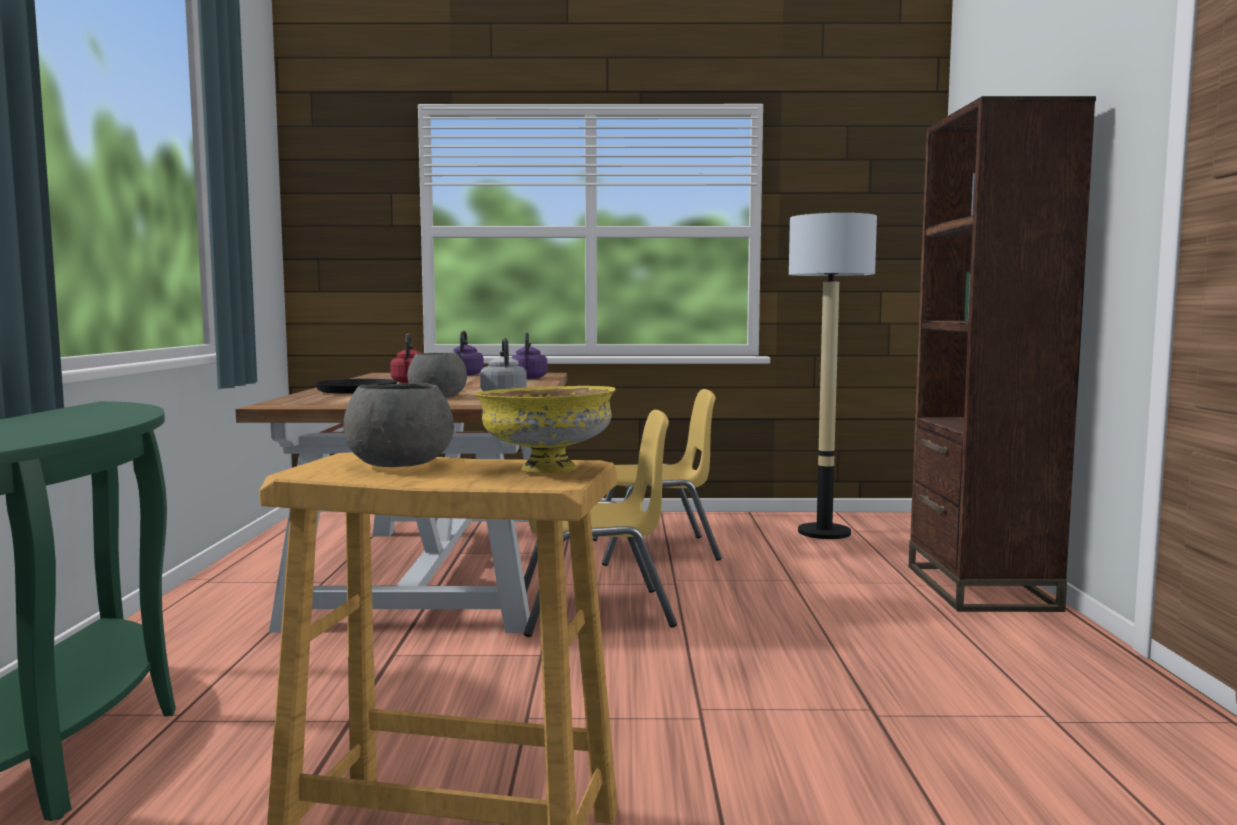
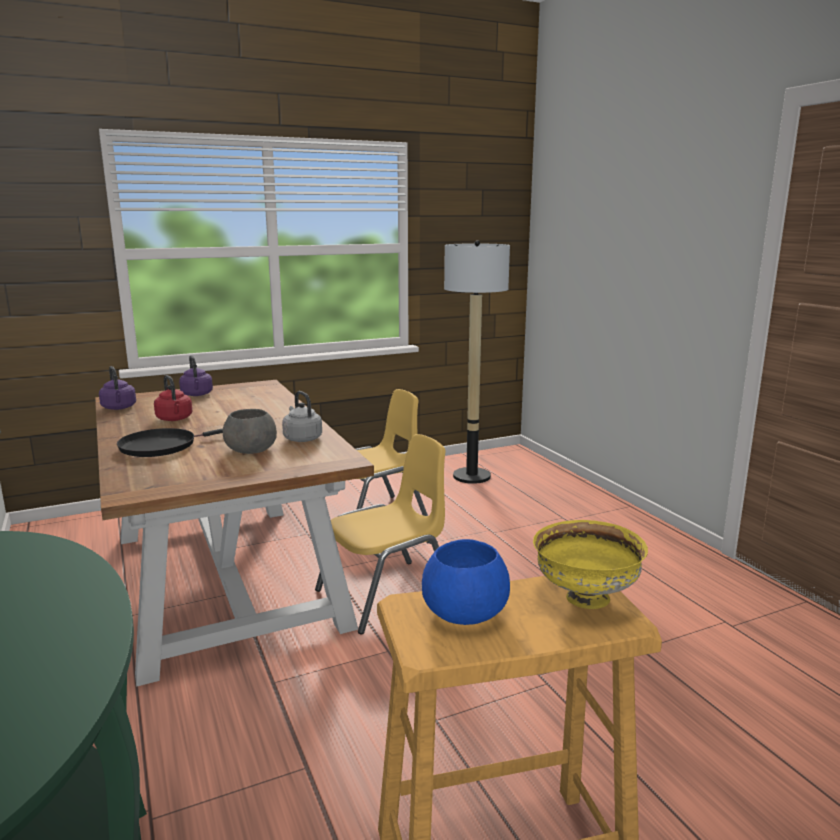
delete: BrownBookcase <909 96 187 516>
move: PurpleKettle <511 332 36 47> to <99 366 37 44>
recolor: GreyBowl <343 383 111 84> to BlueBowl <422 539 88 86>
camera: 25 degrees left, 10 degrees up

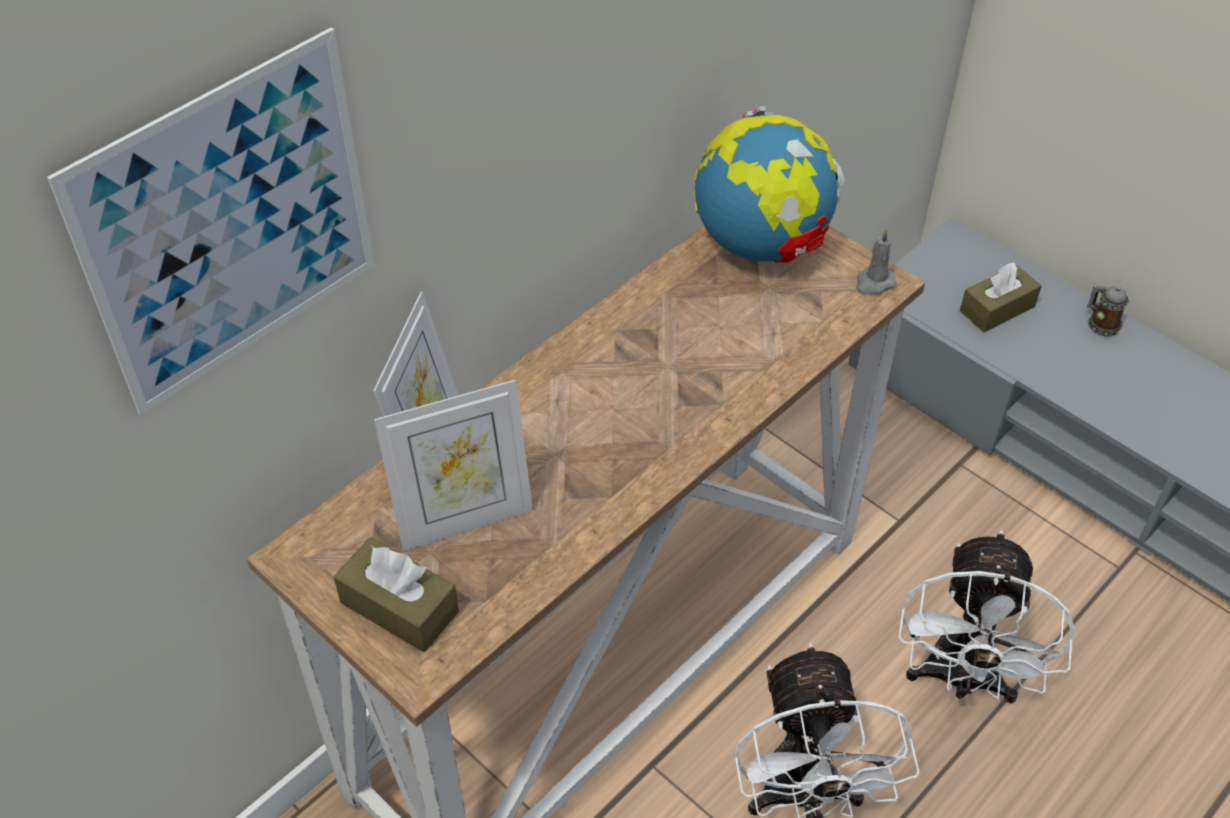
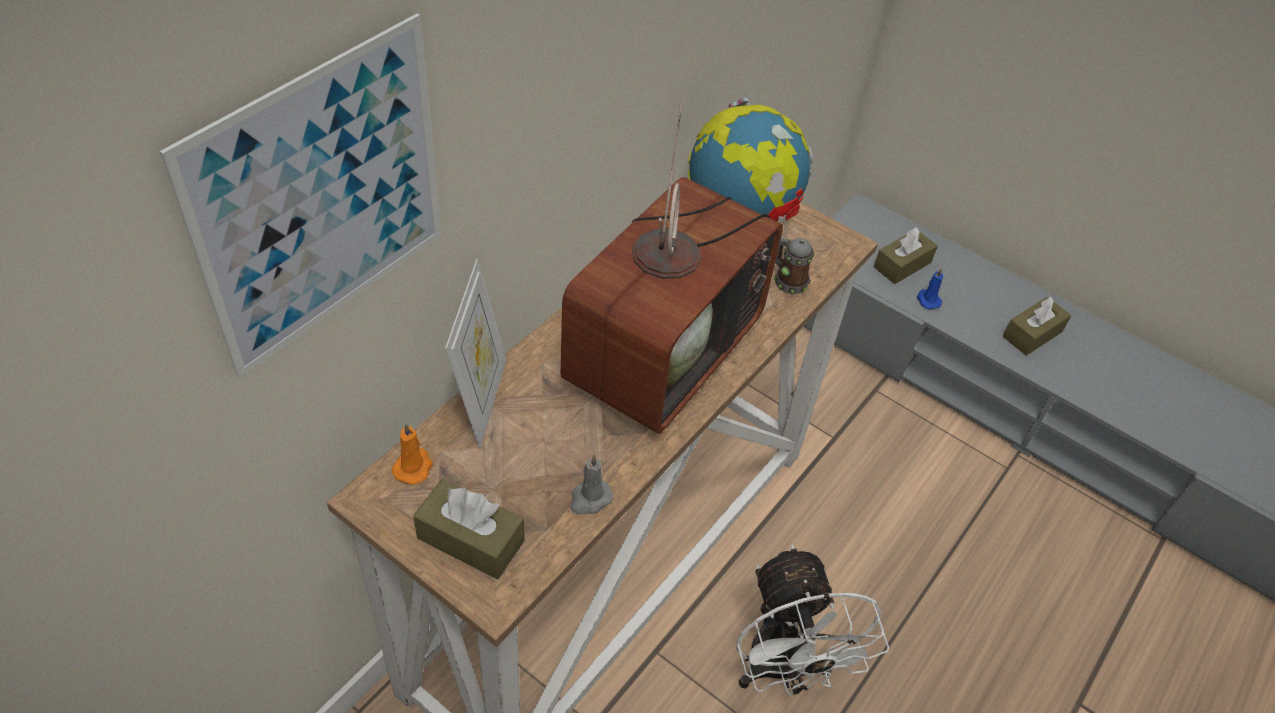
delete: PictureFrame <374 380 159 171>; WhiteFan <898 530 177 174>
insert: OrangeCandle <392 423 41 62>; Television <561 105 222 329>; BlueCandle <917 268 26 41>; BrownTissueBox <1003 297 68 59>
move: GreyCandle <856 229 41 66> to <570 455 43 59>; Mug <1086 283 43 54> to <774 237 41 57>
camera: 10 degrees left, 0 degrees up

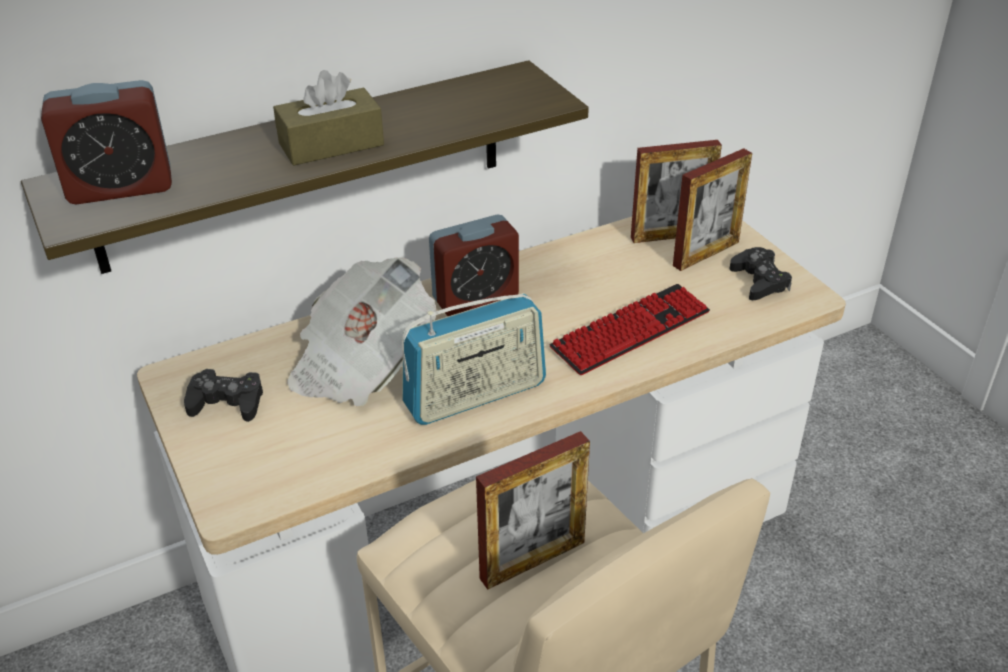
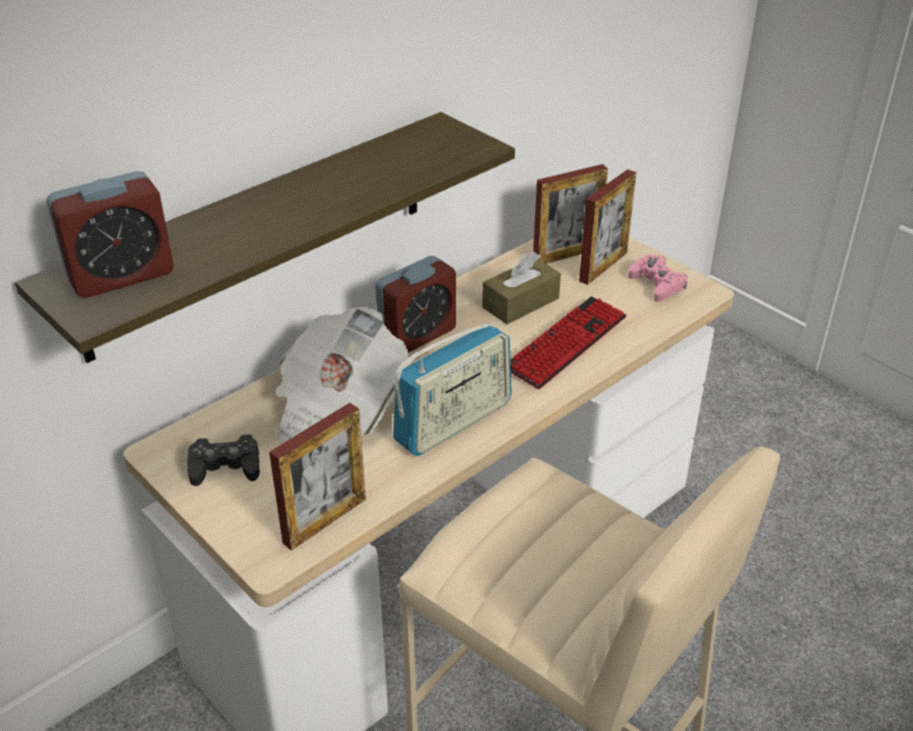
move: BrownTissueBox <273 70 111 96> to <482 252 79 72>; PictureFrame <476 431 114 159> to <269 403 97 148>
recolor: BlackGameController <729 247 63 53> to PinkGameController <628 255 59 47>
camera: 15 degrees left, 0 degrees up

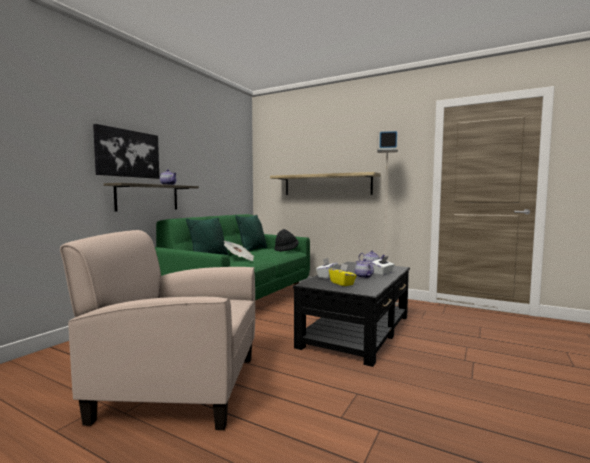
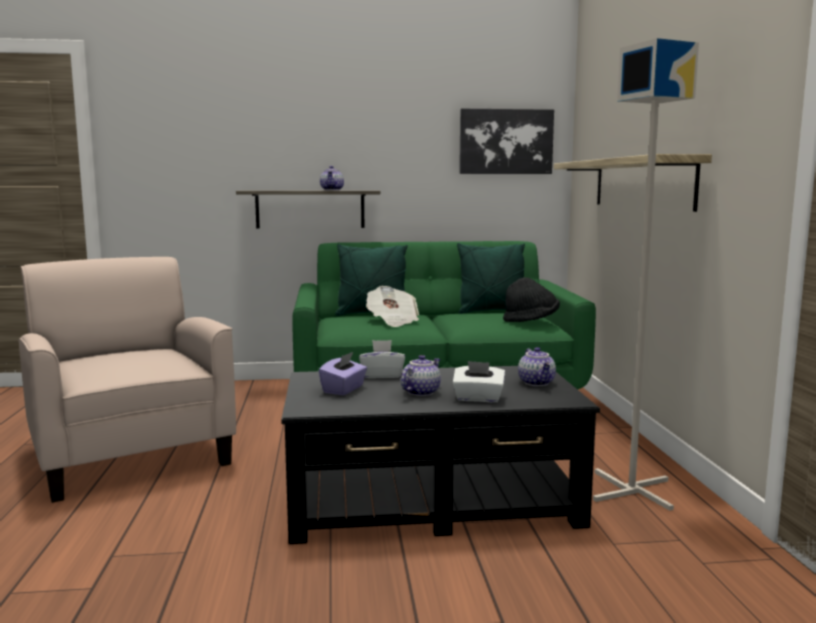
move: Picture <93 124 66 55> to <459 109 95 65>
recolor: YellowTissueBox <329 263 27 23> to PurpleTissueBox <319 351 48 44>
camera: 55 degrees right, 5 degrees up

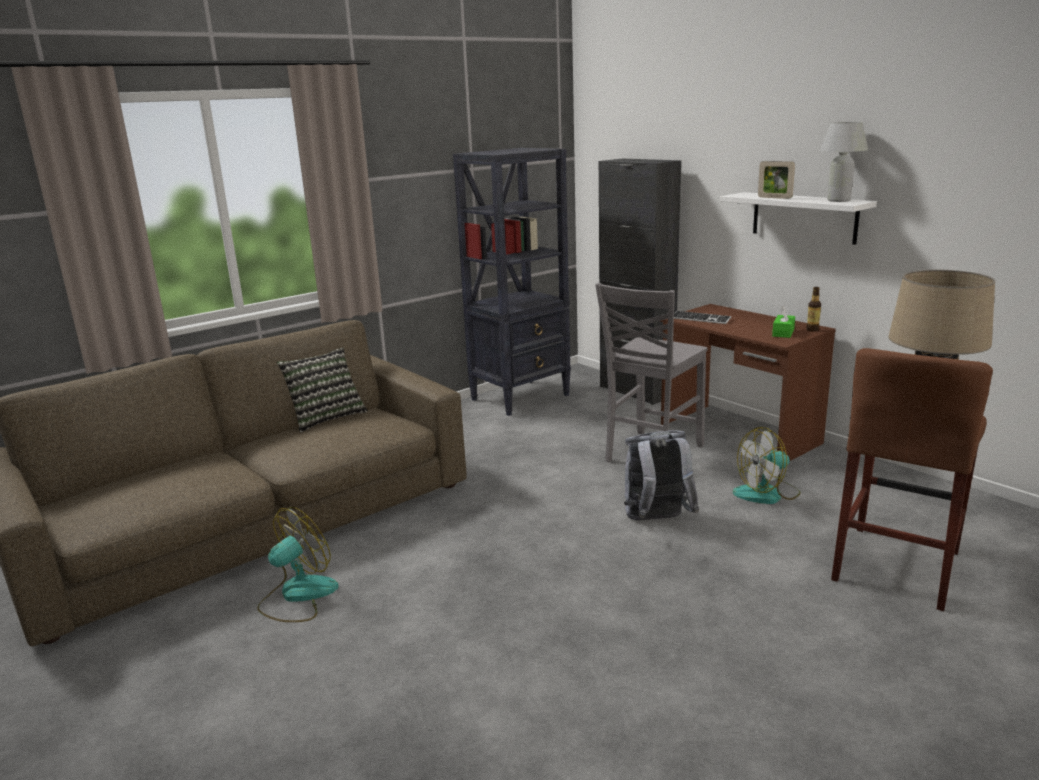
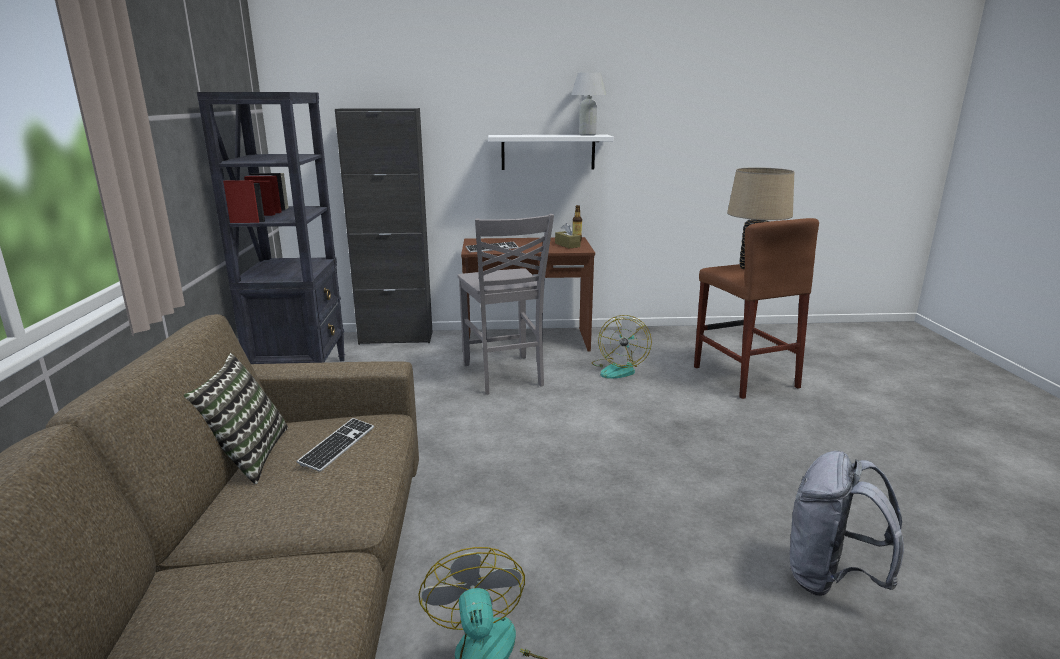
delete: PictureFrame <758 161 37 38>
insert: Keyboard <297 418 77 54>
move: GreyBackpack <624 430 75 91> to <790 451 114 145>
recolor: GreenTissueBox <772 306 23 32> to BrownTissueBox <555 223 26 26>
camera: 55 degrees left, 0 degrees up

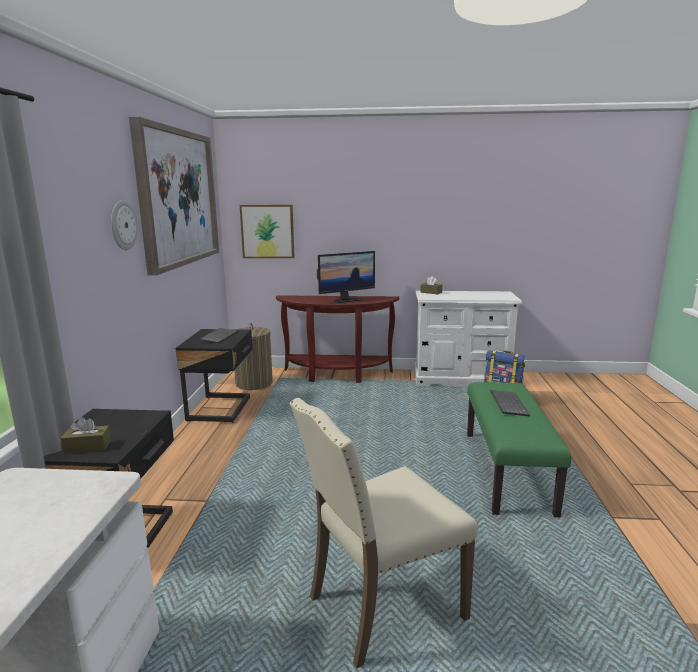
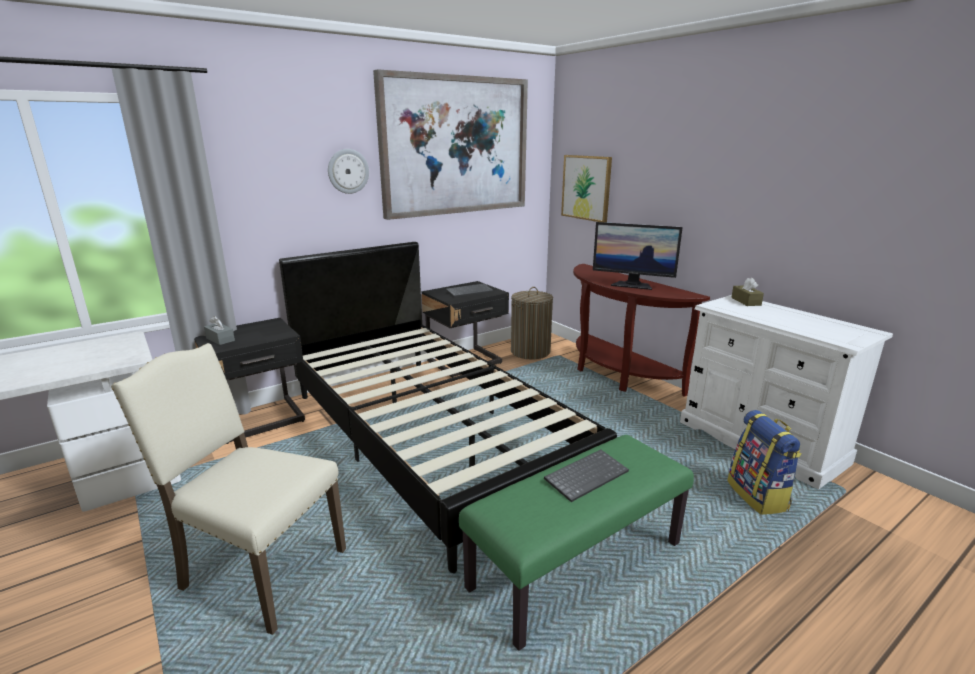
insert: BlackBed <279 242 338 331>
recolor: BrownTissueBox <60 417 51 37> to GreyTissueBox <204 316 31 29>
camera: 50 degrees right, 5 degrees up

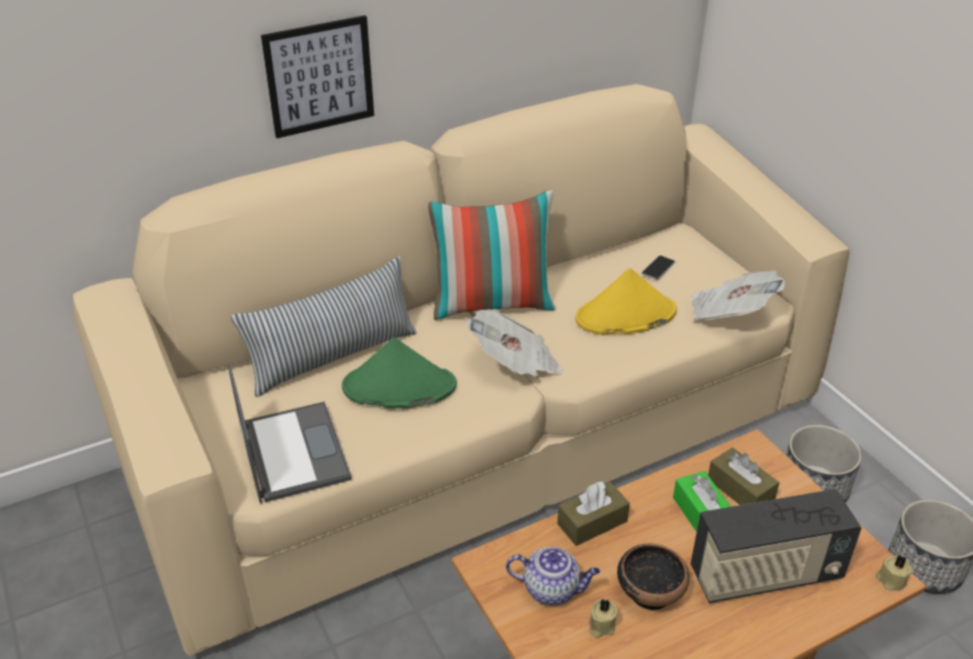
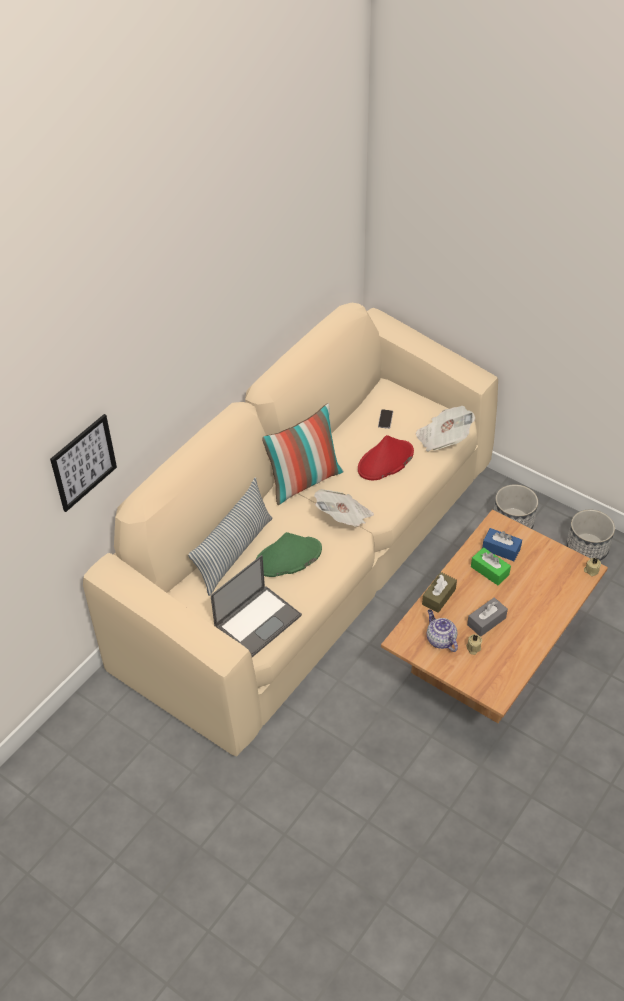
delete: Radio <691 489 171 114>
move: Picture <261 15 113 123> to <50 414 67 98>
replace: Bowl <617 543 73 68> to GreyTissueBox <467 597 41 40>
recolor: YellowHat <575 268 102 67> to RedHat <358 435 56 45>; BrownTissueBox <708 447 71 58> to BlueTissueBox <482 528 40 33>
rotate: Laptop <227 363 125 141> = <210 555 92 102> 90 degrees clockwise; Teapot <506 547 94 58> = <427 609 31 43> 105 degrees counterclockwise
camera: 25 degrees left, 10 degrees up

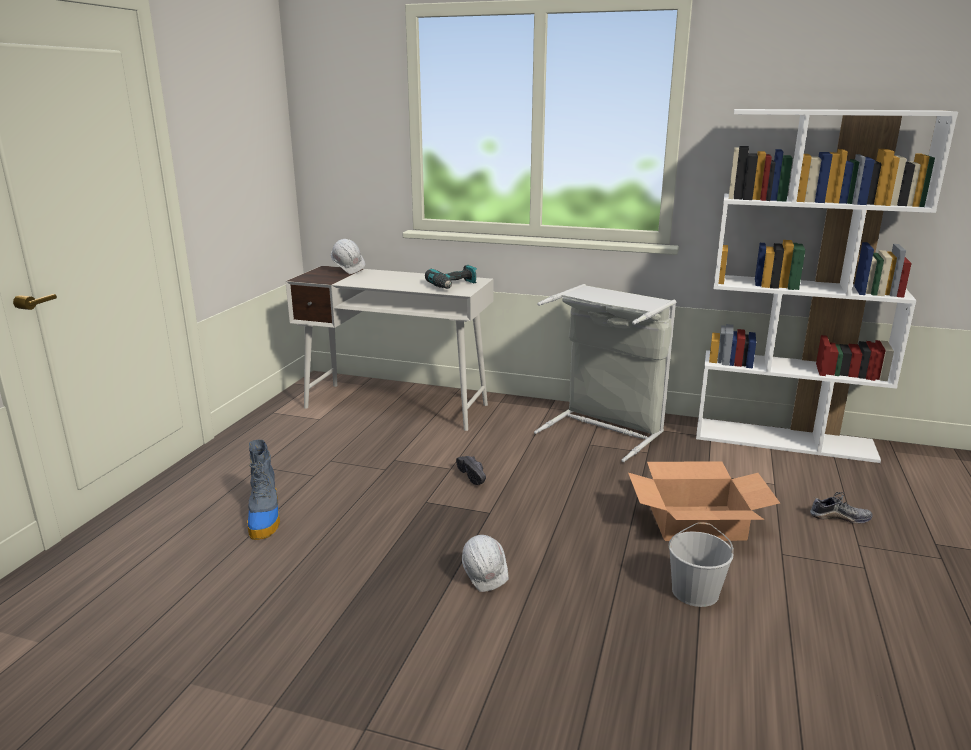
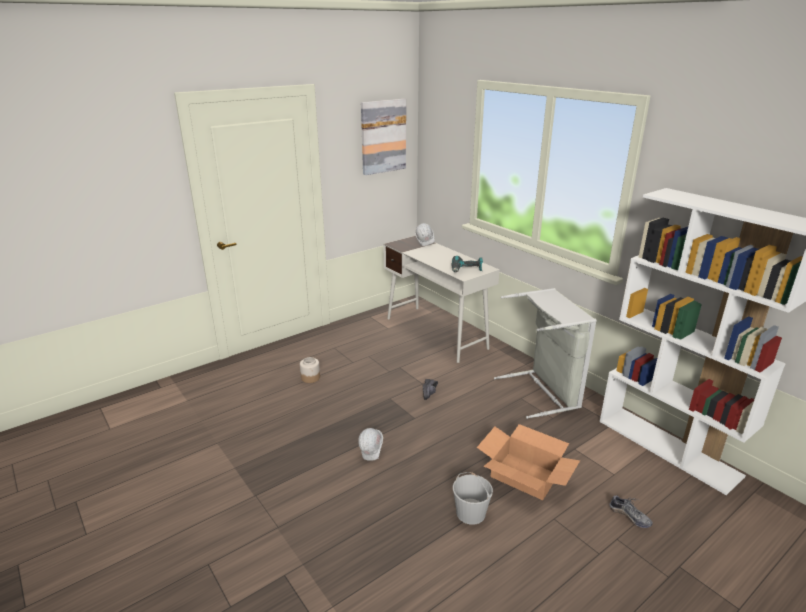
insert: Picture <361 99 45 76>
replace: Boot <247 440 33 100> to Jar <300 357 20 26>
camera: 35 degrees right, 5 degrees up

